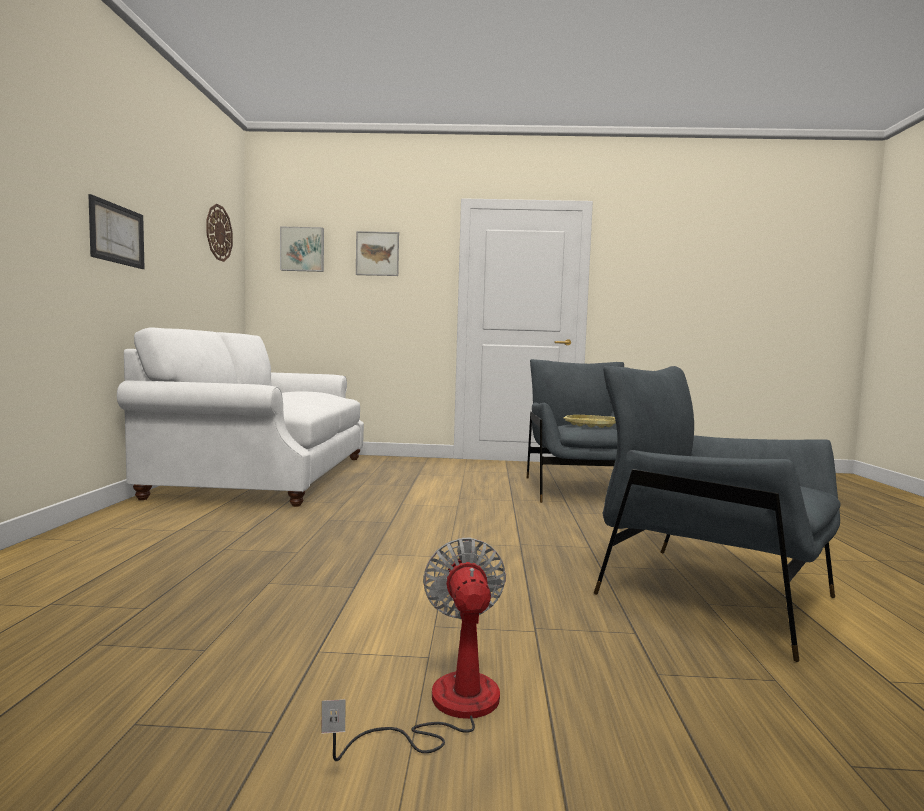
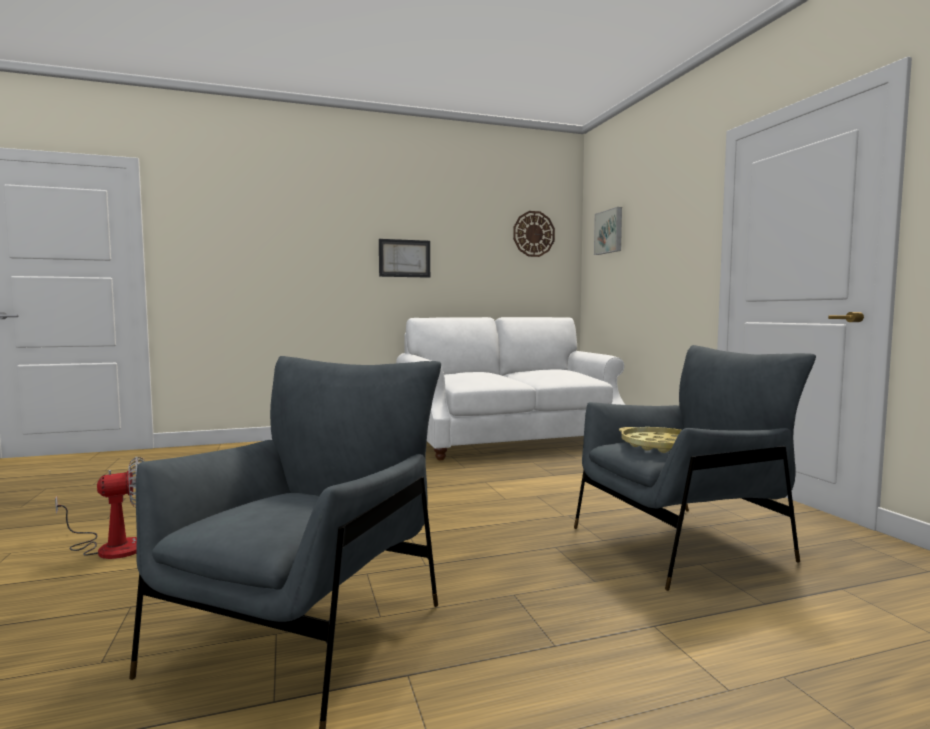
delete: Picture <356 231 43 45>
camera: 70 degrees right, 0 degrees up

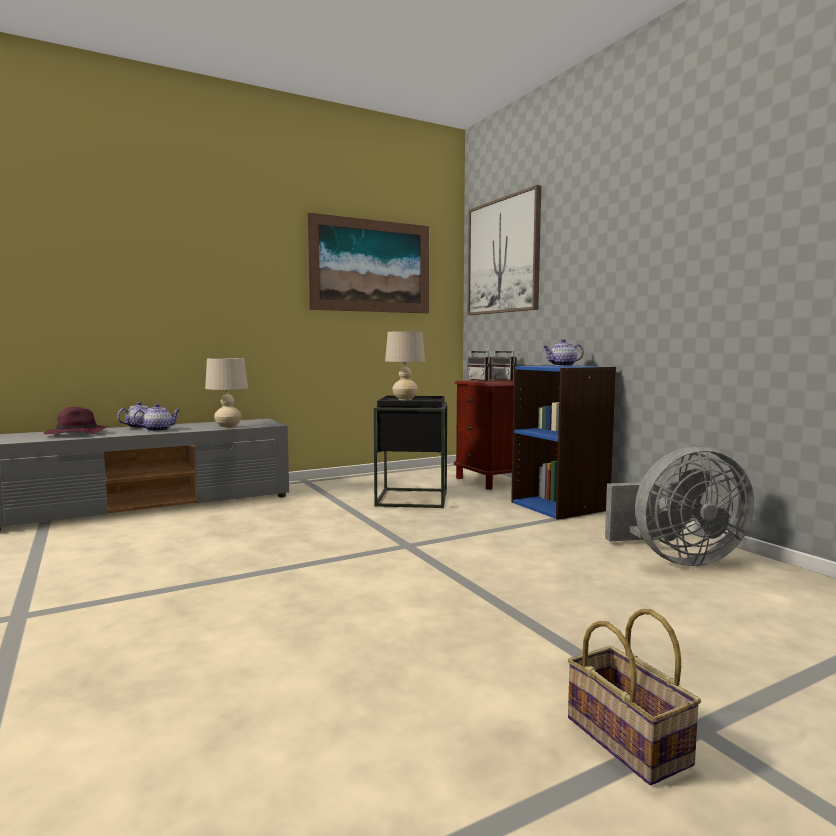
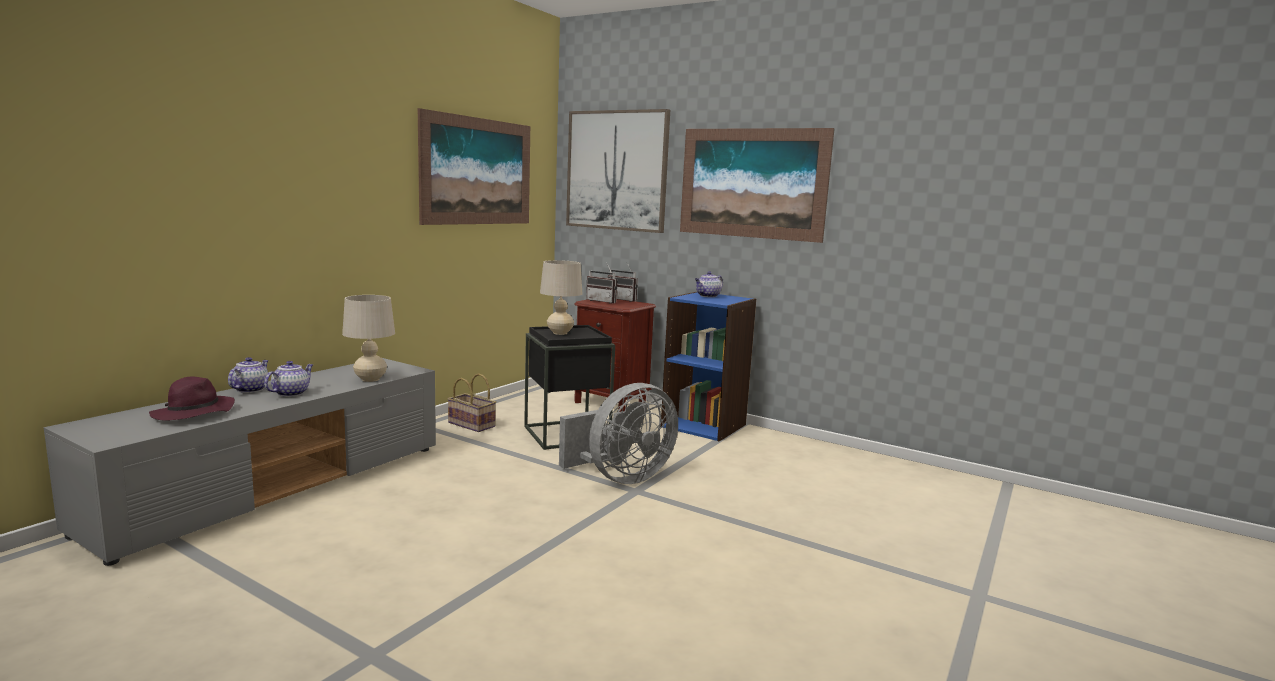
insert: Picture <680 128 155 115>
move: Basket <568 609 133 176> to <447 373 49 59>; GreyFan <605 447 149 119> to <559 383 119 101>
camera: 30 degrees left, 5 degrees up

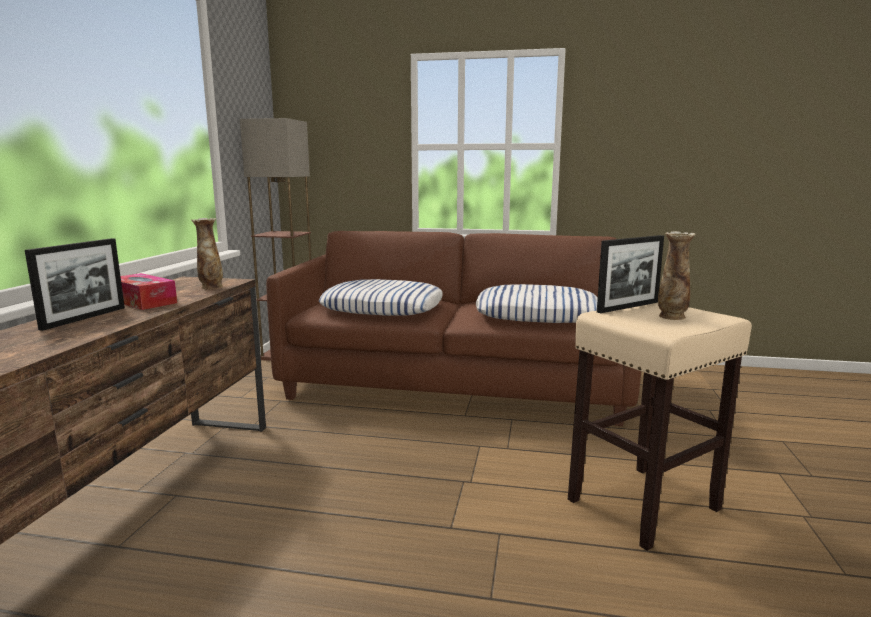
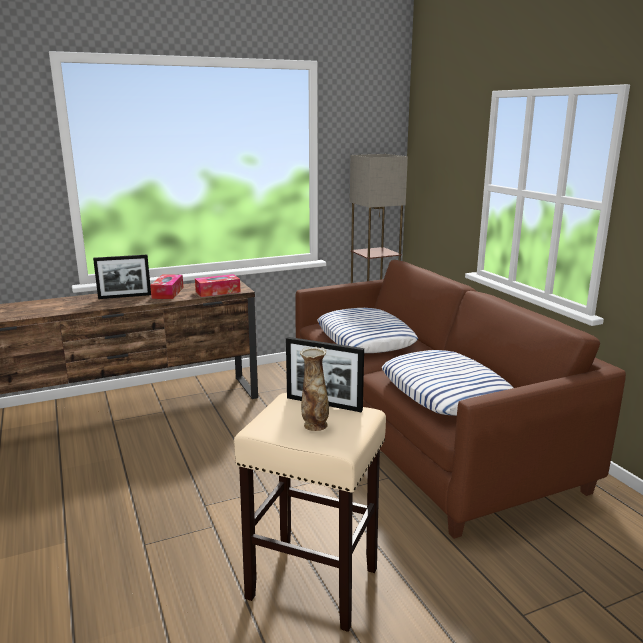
replace: Vase <191 218 32 71> to TissueBox <195 274 46 23>
camera: 55 degrees right, 5 degrees up

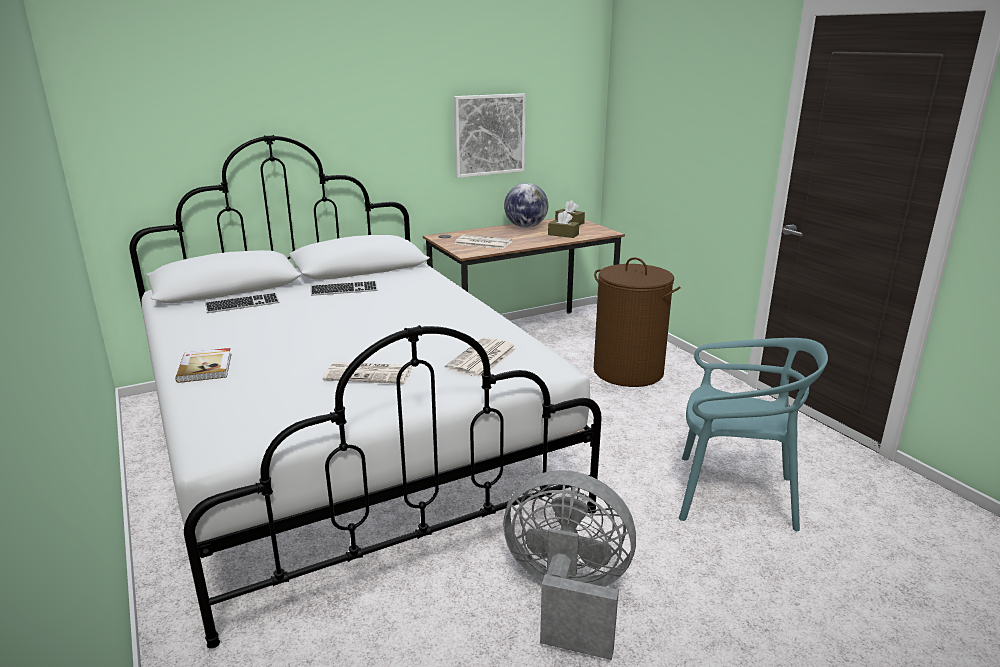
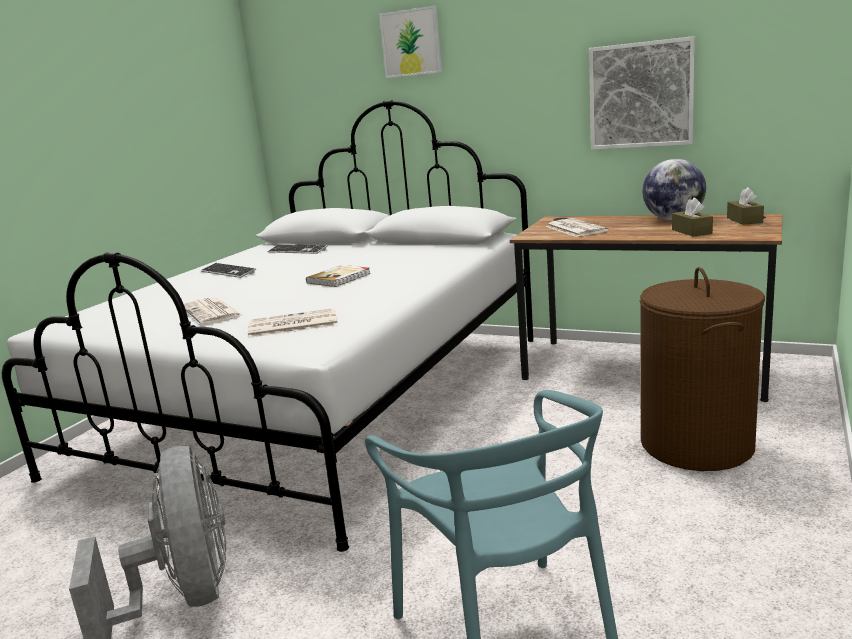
insert: Picture <379 6 63 72>
move: Book <175 348 56 35> to <306 265 65 22>; Keyboard <311 281 67 15> to <201 263 55 15>
camera: 55 degrees right, 5 degrees down

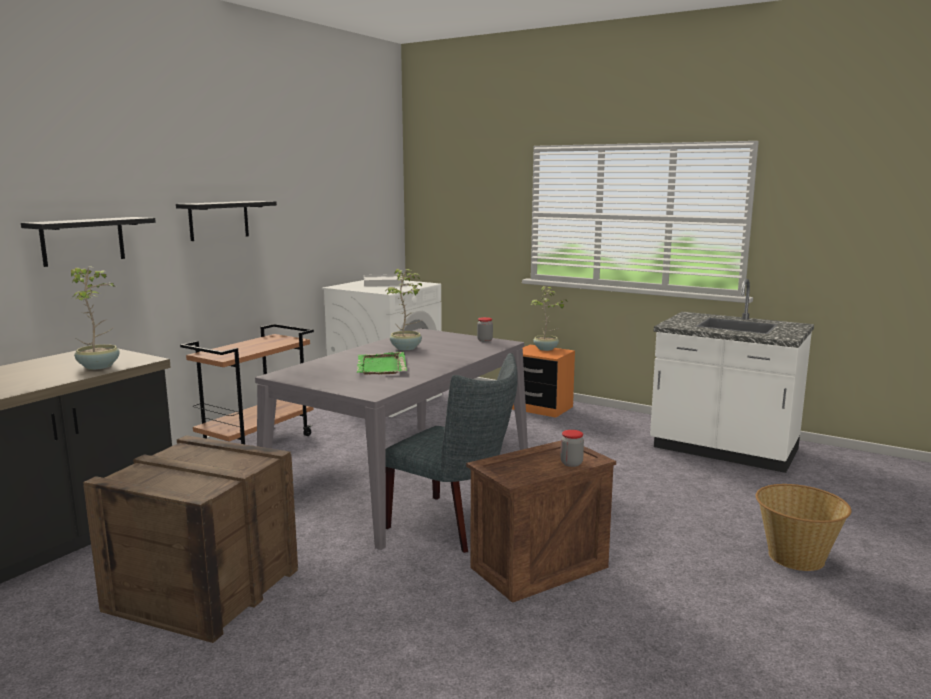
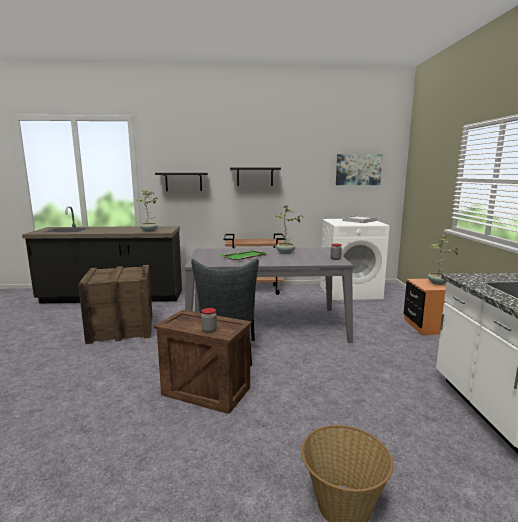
insert: Picture <336 154 47 31>
camera: 55 degrees right, 0 degrees up

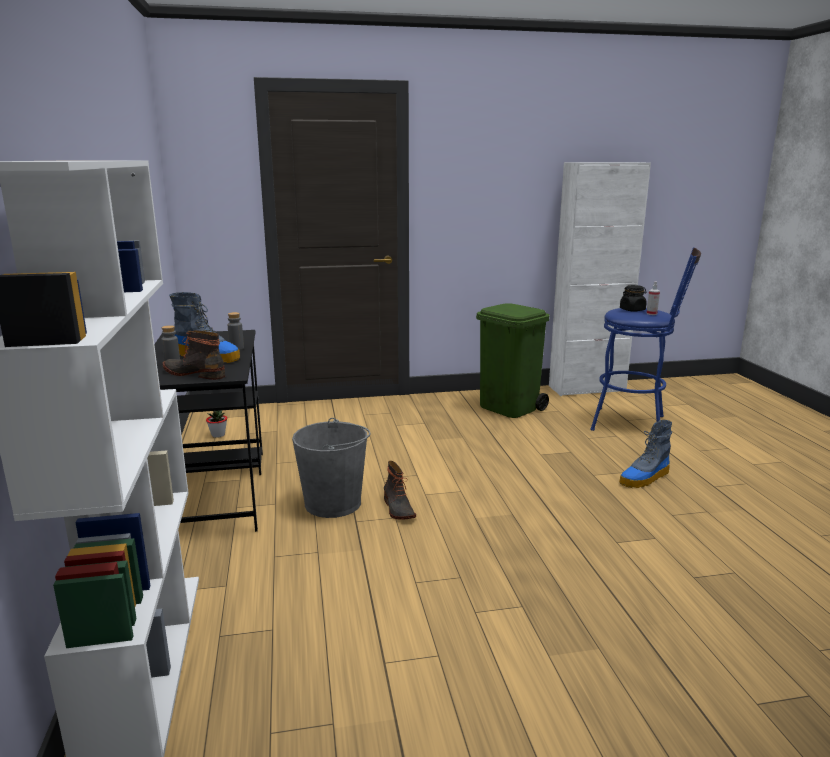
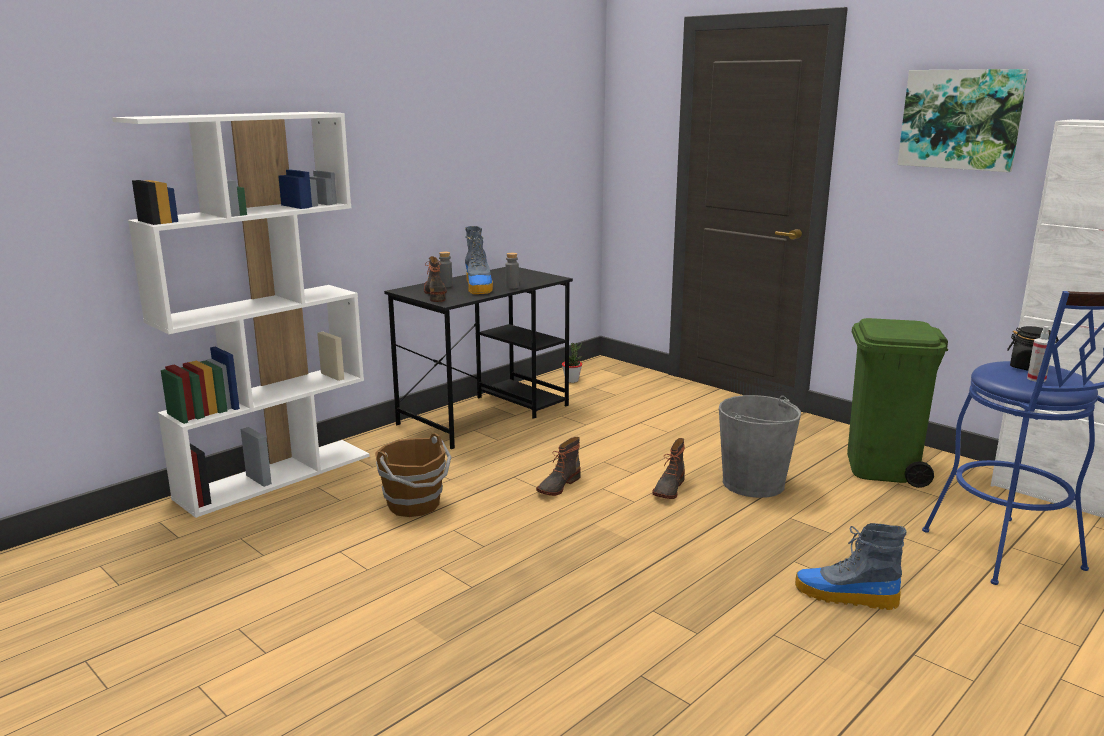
insert: BrownBucket <375 433 76 84>; Boot <652 438 33 61>; Picture <897 69 132 103>
move: GreyBucket <292 418 79 100> to <719 395 82 103>
camera: 55 degrees right, 0 degrees up

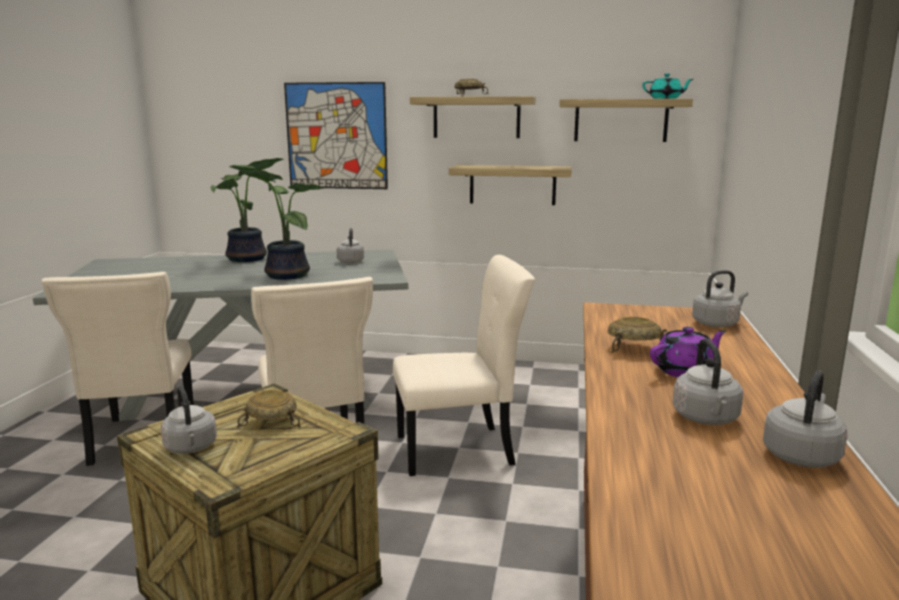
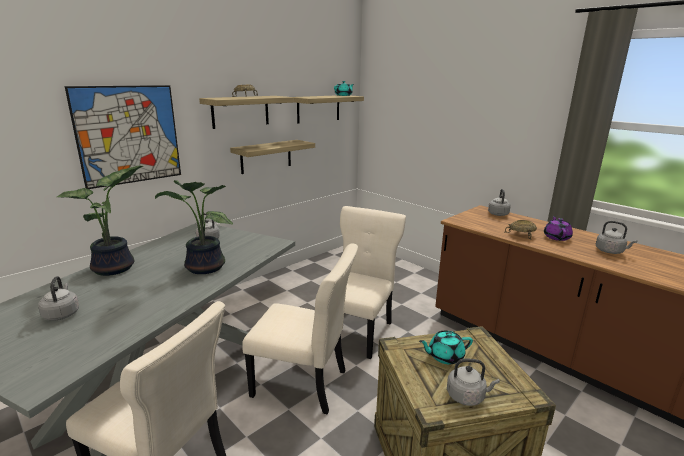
move: GreyKettle <763 370 85 98> to <38 276 41 45>
replace: BeigeBowl <236 390 65 38> to TurquoiseTeapot <419 331 54 33>
camera: 55 degrees left, 5 degrees up

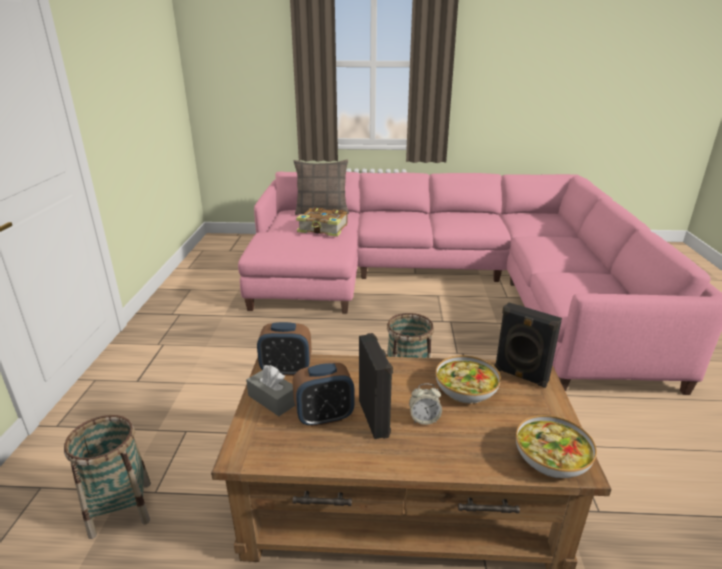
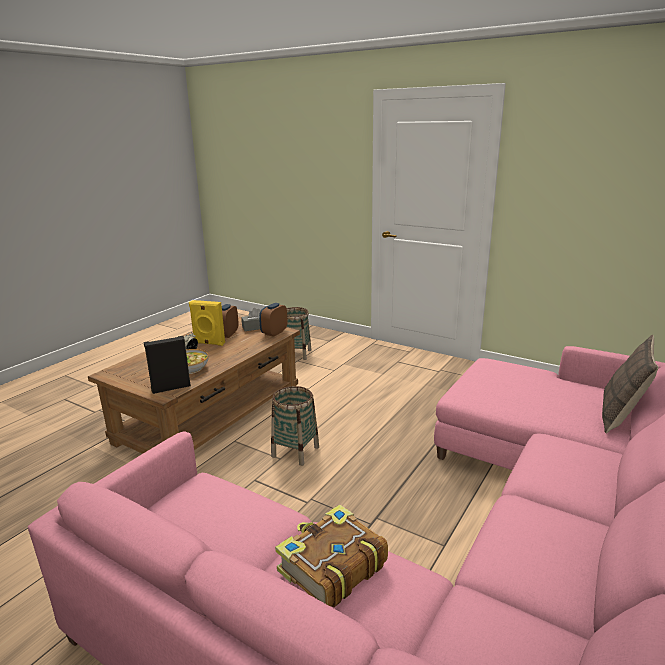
delete: Bowl <516 415 81 63>
move: Book <296 207 52 30> to <275 504 113 103>
recolor: BlackSpeaker <359 333 34 106> to YellowSpeaker <189 300 36 46>
camera: 120 degrees right, 5 degrees down

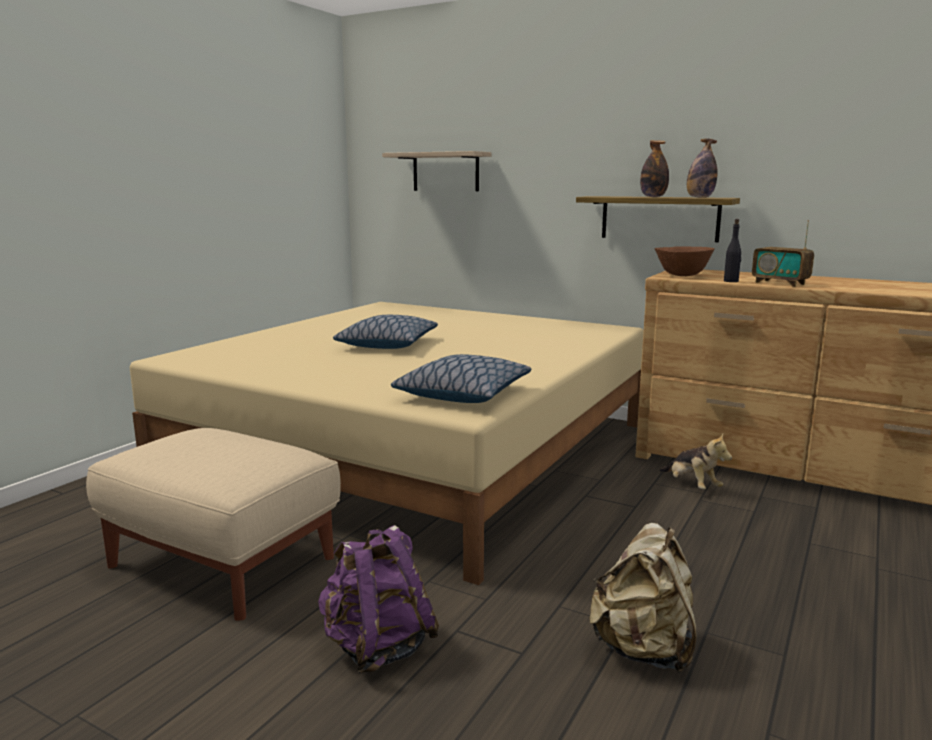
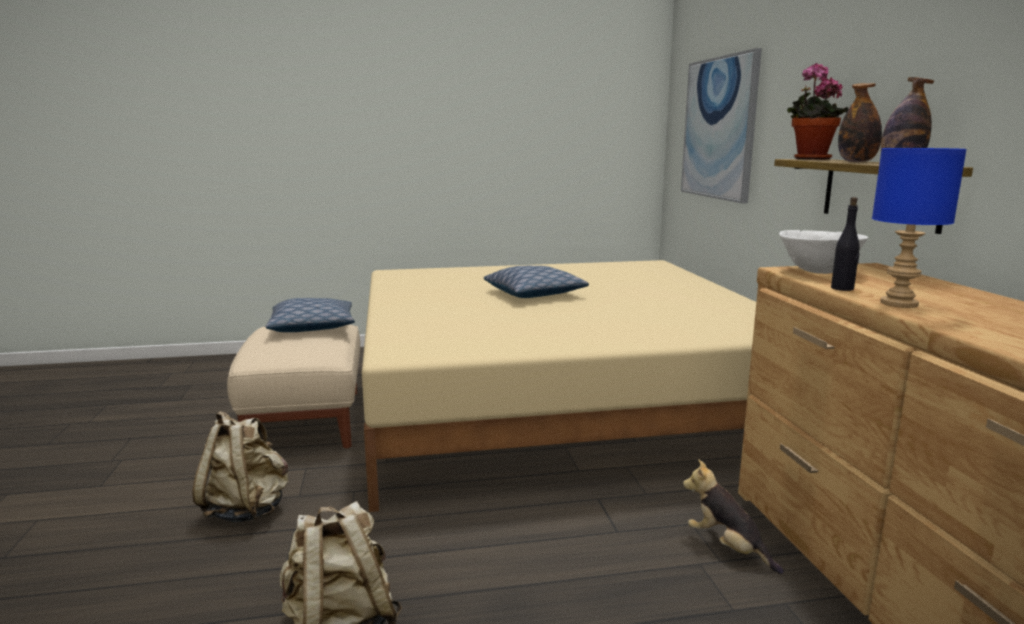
insert: PottedPlant <787 63 61 97>
move: Pillow <391 354 140 49> to <266 298 89 34>
replace: Shelf <382 151 109 40> to Picture <681 48 81 155>; Radio <752 220 62 67> to BlueTableLamp <872 148 95 160>
recolor: PurpleBackpack <318 525 121 148> to BeigeBackpack <193 411 95 111>; BrownBowl <655 246 60 30> to WhiteBowl <779 230 89 44>
rotate: PlushToy <659 433 73 56> = <683 459 101 115> 120 degrees clockwise
camera: 50 degrees right, 0 degrees up

